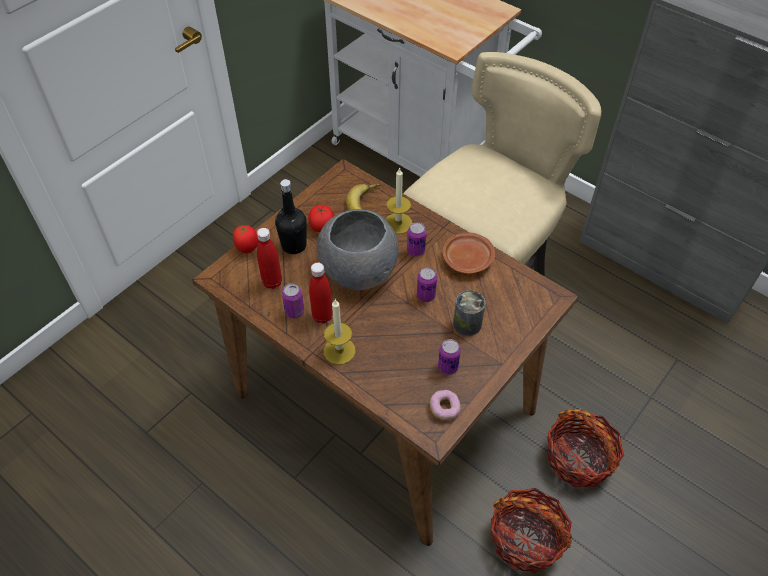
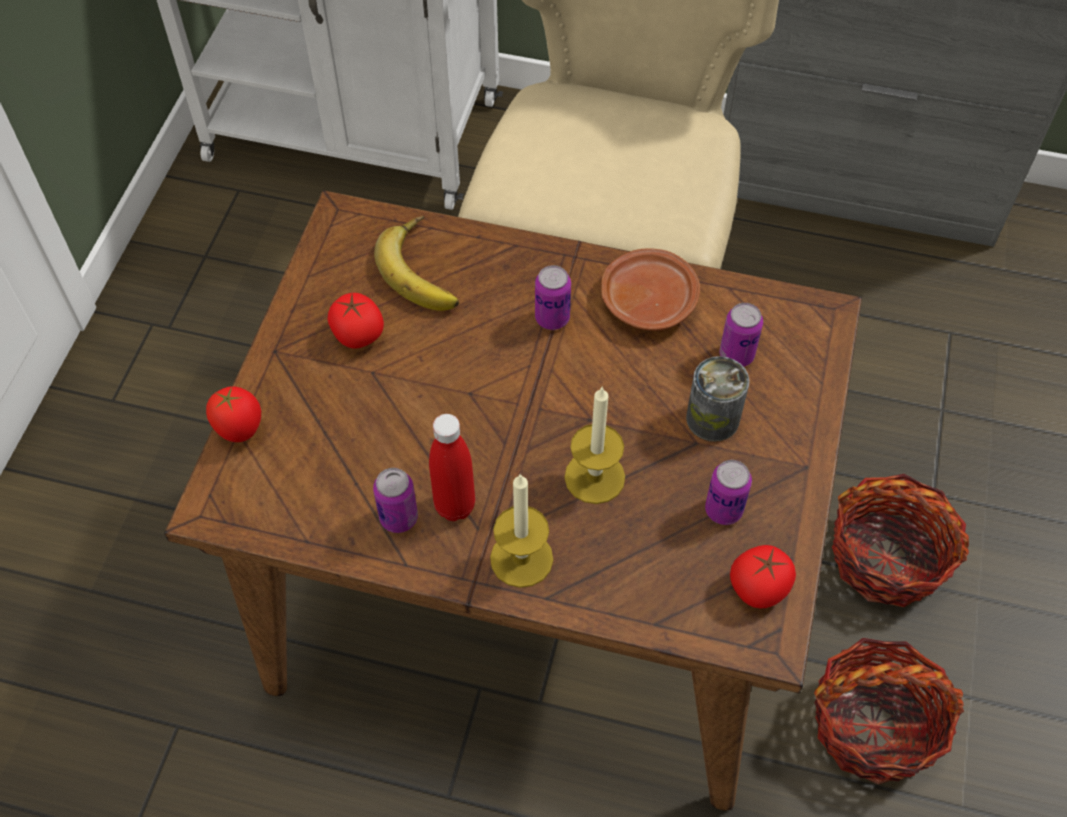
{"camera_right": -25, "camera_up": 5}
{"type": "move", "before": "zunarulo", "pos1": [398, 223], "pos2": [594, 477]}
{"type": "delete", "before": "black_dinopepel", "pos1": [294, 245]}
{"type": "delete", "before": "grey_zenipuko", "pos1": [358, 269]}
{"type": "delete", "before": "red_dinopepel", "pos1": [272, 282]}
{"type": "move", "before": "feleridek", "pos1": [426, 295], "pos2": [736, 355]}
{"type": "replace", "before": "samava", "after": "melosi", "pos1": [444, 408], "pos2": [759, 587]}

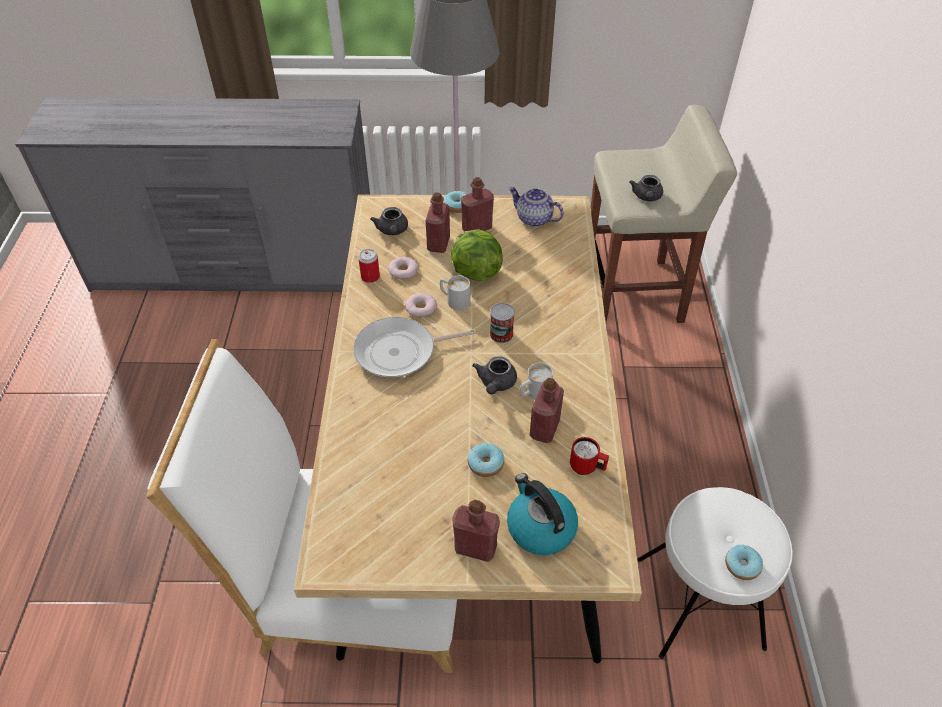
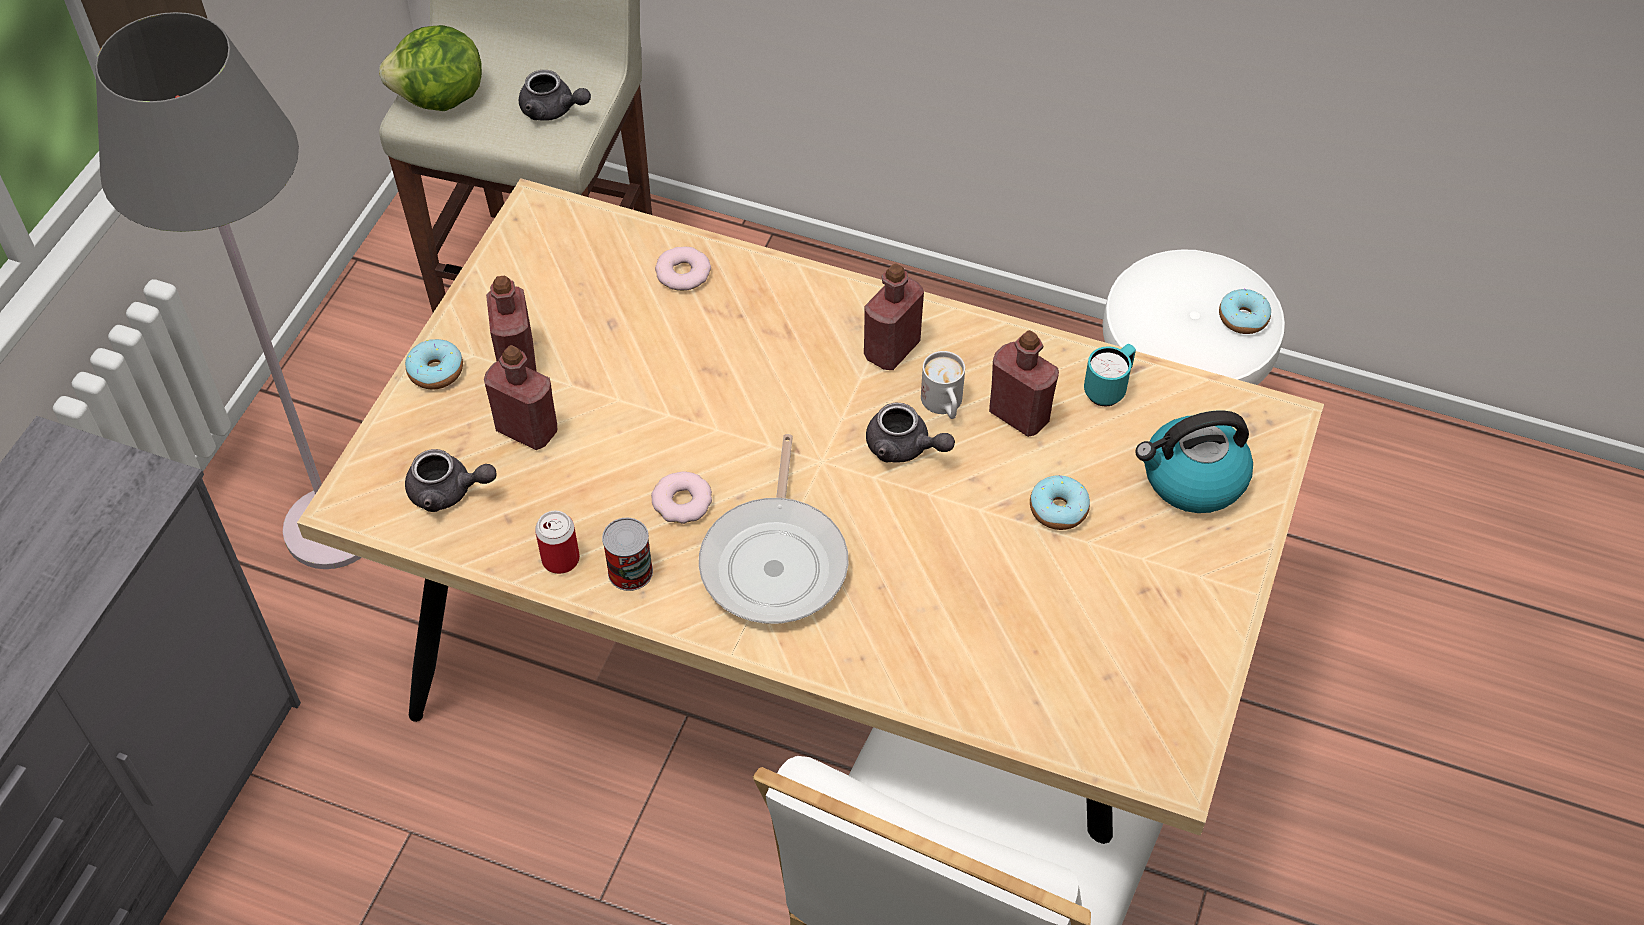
{"camera_right": -70, "camera_up": 5}
{"type": "delete", "before": "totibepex", "pos1": [533, 219]}
{"type": "move", "before": "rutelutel", "pos1": [475, 272], "pos2": [440, 99]}
{"type": "move", "before": "samava", "pos1": [403, 270], "pos2": [682, 273]}
{"type": "delete", "before": "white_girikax", "pos1": [454, 300]}
{"type": "move", "before": "feleridek", "pos1": [501, 334], "pos2": [630, 571]}
{"type": "recolor", "before": "red_girikax", "after": "turquoise_girikax", "pos1": [587, 468], "pos2": [1108, 389]}
{"type": "move", "before": "red_dinopepel", "pos1": [475, 547], "pos2": [892, 349]}

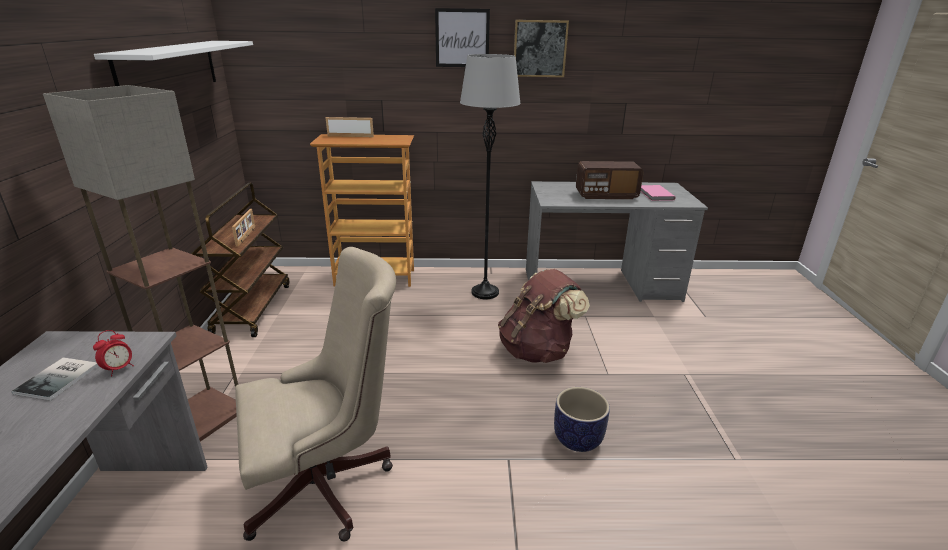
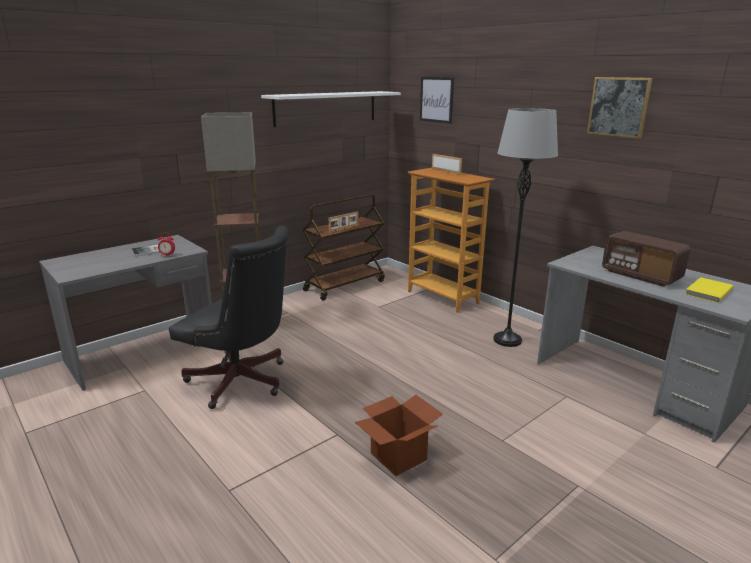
{"camera_right": 50, "camera_up": -5}
{"type": "move", "before": "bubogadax", "pos1": [462, 38], "pos2": [436, 99]}
{"type": "recolor", "before": "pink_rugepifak", "after": "yellow_rugepifak", "pos1": [655, 194], "pos2": [707, 291]}
{"type": "recolor", "before": "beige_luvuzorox", "after": "black_luvuzorox", "pos1": [327, 484], "pos2": [242, 383]}
{"type": "delete", "before": "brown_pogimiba", "pos1": [537, 351]}
{"type": "replace", "before": "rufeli", "after": "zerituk", "pos1": [578, 438], "pos2": [398, 456]}

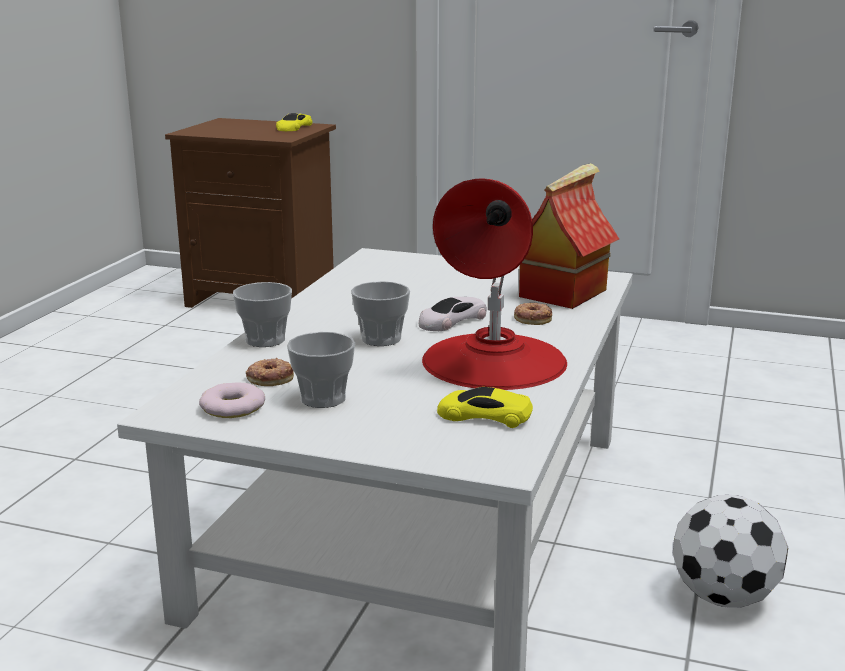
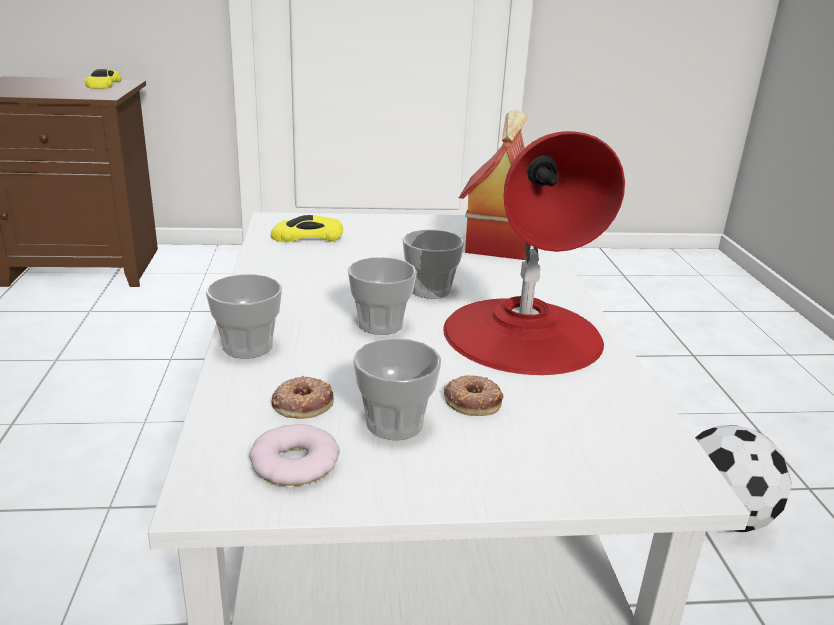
{"camera_right": -25, "camera_up": 5}
{"type": "replace", "before": "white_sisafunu", "after": "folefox", "pos1": [451, 321], "pos2": [430, 290]}
{"type": "move", "before": "samava", "pos1": [533, 318], "pos2": [473, 401]}
{"type": "move", "before": "yellow_sisafunu", "pos1": [484, 416], "pos2": [307, 237]}

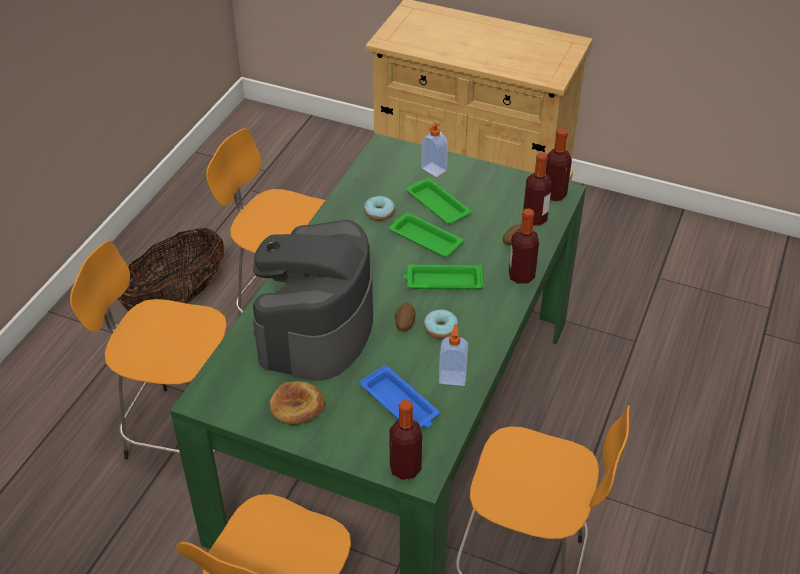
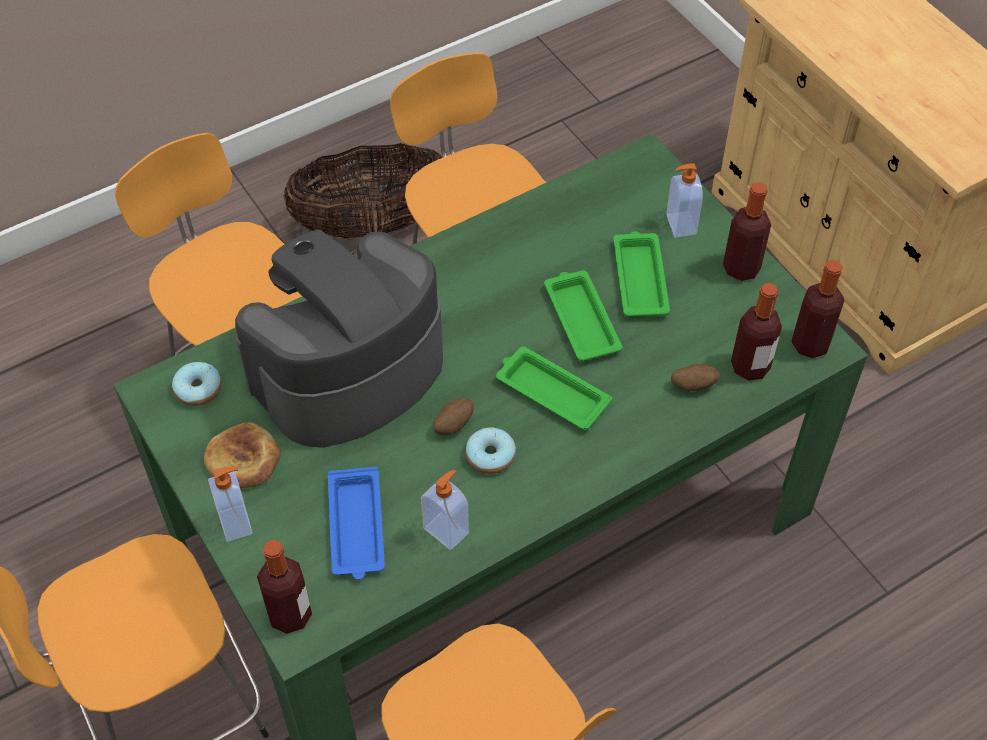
{"camera_right": 35, "camera_up": 10}
{"type": "move", "before": "samava", "pos1": [379, 213], "pos2": [198, 389]}
{"type": "move", "before": "dinopepel", "pos1": [521, 276], "pos2": [741, 268]}
{"type": "insert", "after": "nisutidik", "pos2": [237, 522]}

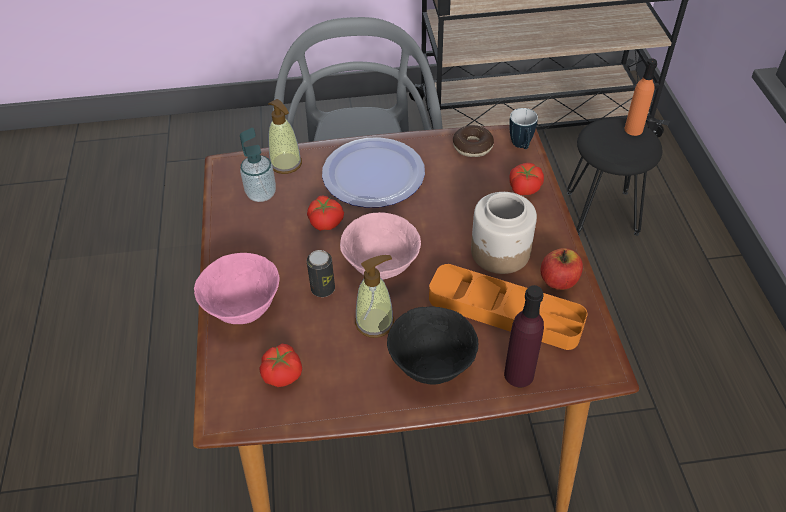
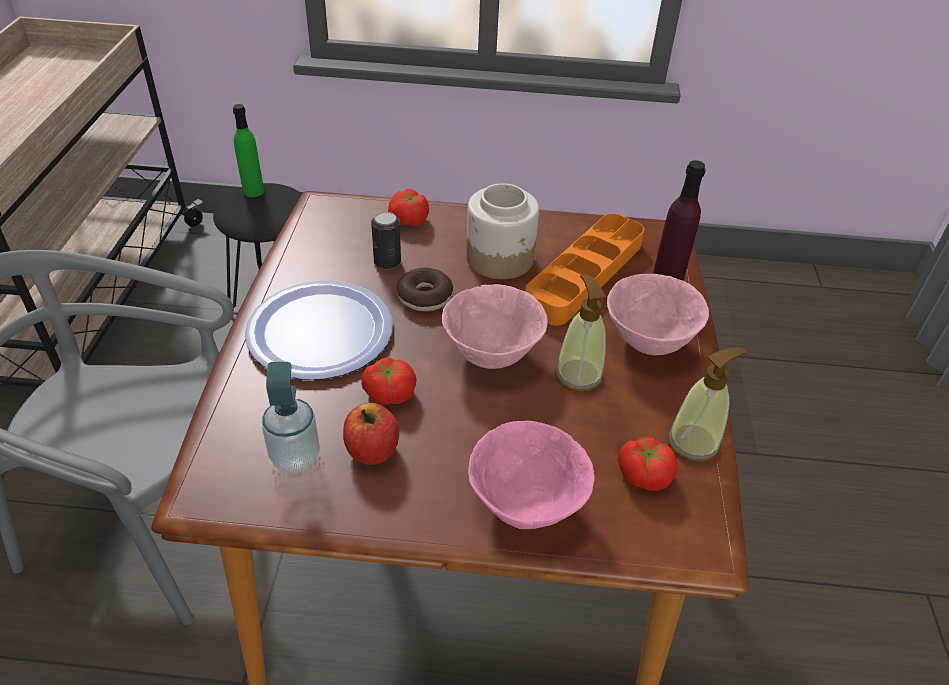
{"camera_right": -80, "camera_up": -5}
{"type": "recolor", "before": "orange_dinopepel", "after": "green_dinopepel", "pos1": [633, 129], "pos2": [253, 191]}
{"type": "move", "before": "nisutidik", "pos1": [286, 164], "pos2": [693, 443]}
{"type": "delete", "before": "girikax", "pos1": [521, 146]}
{"type": "move", "before": "samava", "pos1": [472, 146], "pos2": [424, 297]}
{"type": "move", "before": "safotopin", "pos1": [559, 280], "pos2": [372, 450]}
{"type": "move", "before": "feleridek", "pos1": [323, 289], "pos2": [387, 262]}
{"type": "recolor", "before": "black_zenipuko", "after": "pink_zenipuko", "pos1": [431, 365], "pos2": [647, 342]}

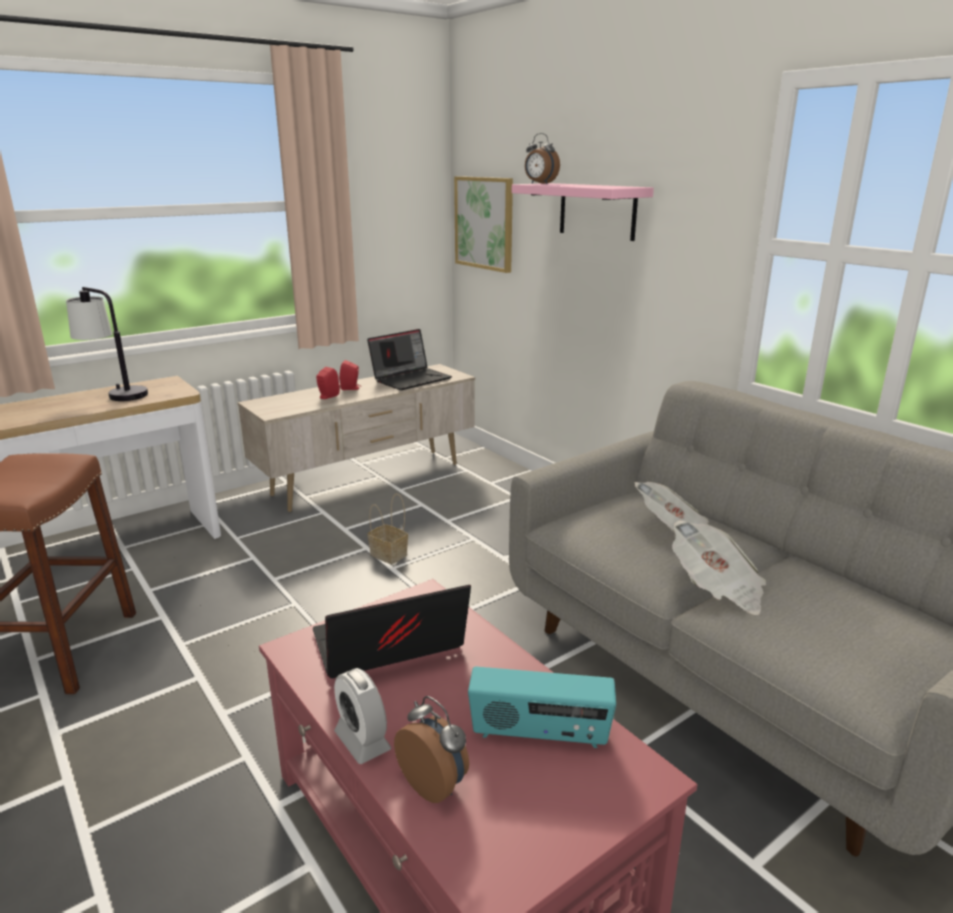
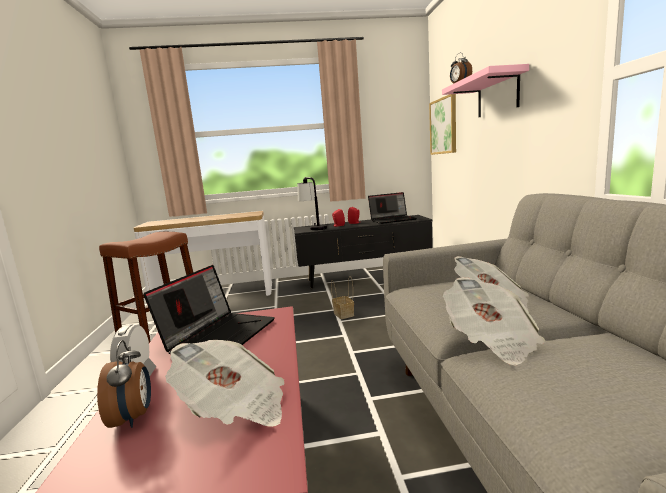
{"camera_right": 30, "camera_up": -10}
{"type": "move", "before": "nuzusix", "pos1": [115, 394], "pos2": [313, 228]}
{"type": "recolor", "before": "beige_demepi", "after": "black_demepi", "pos1": [368, 480], "pos2": [364, 278]}
{"type": "rotate", "before": "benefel", "pos1": [387, 648], "pos2": [219, 335], "turn": 105}
{"type": "replace", "before": "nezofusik", "after": "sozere", "pos1": [539, 734], "pos2": [235, 407]}

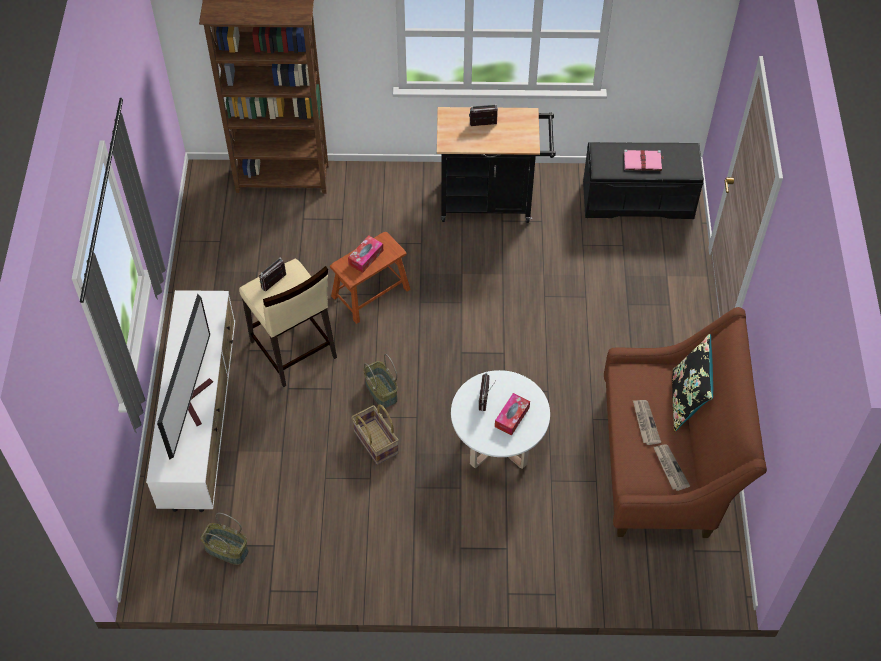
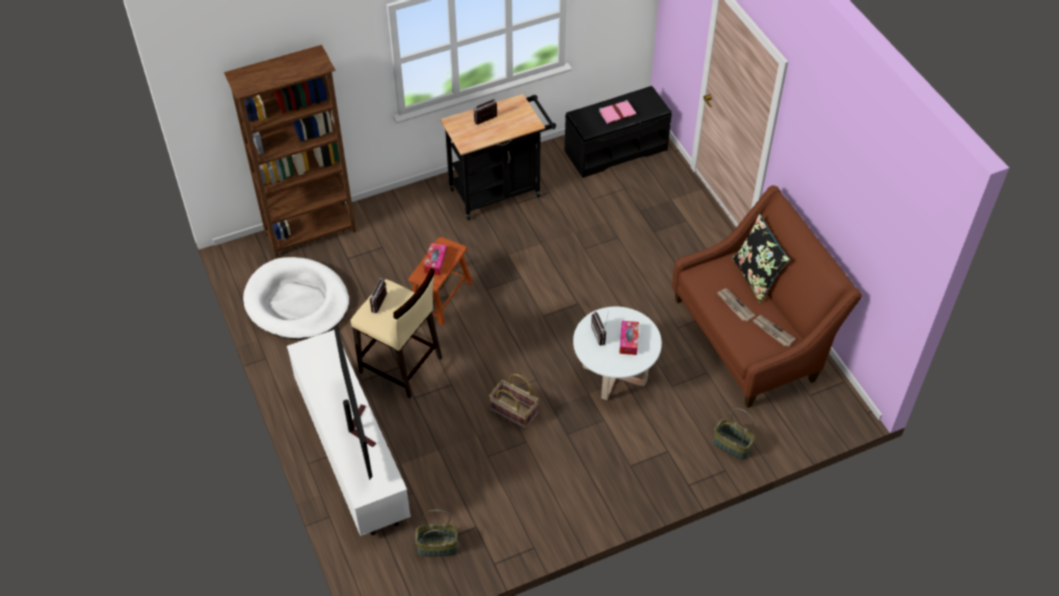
{"camera_right": -25, "camera_up": -5}
{"type": "move", "before": "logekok", "pos1": [380, 391], "pos2": [731, 446]}
{"type": "insert", "after": "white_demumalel", "pos2": [297, 302]}

